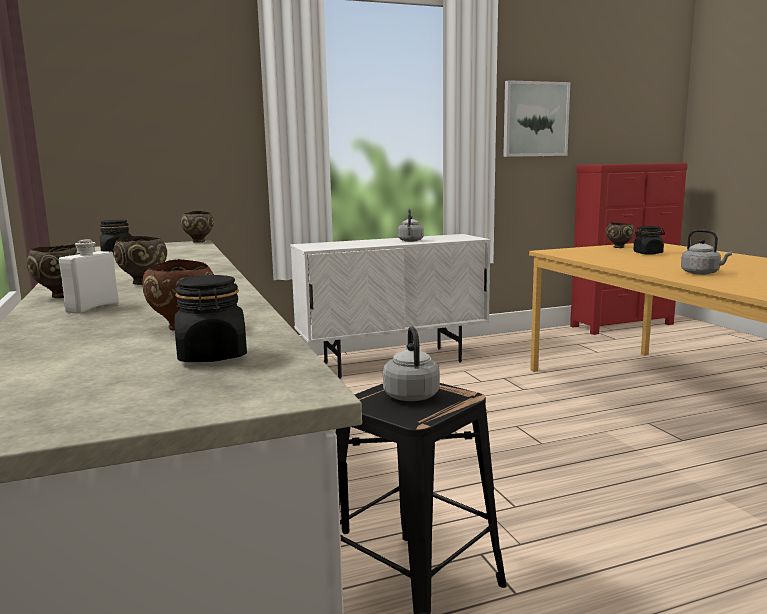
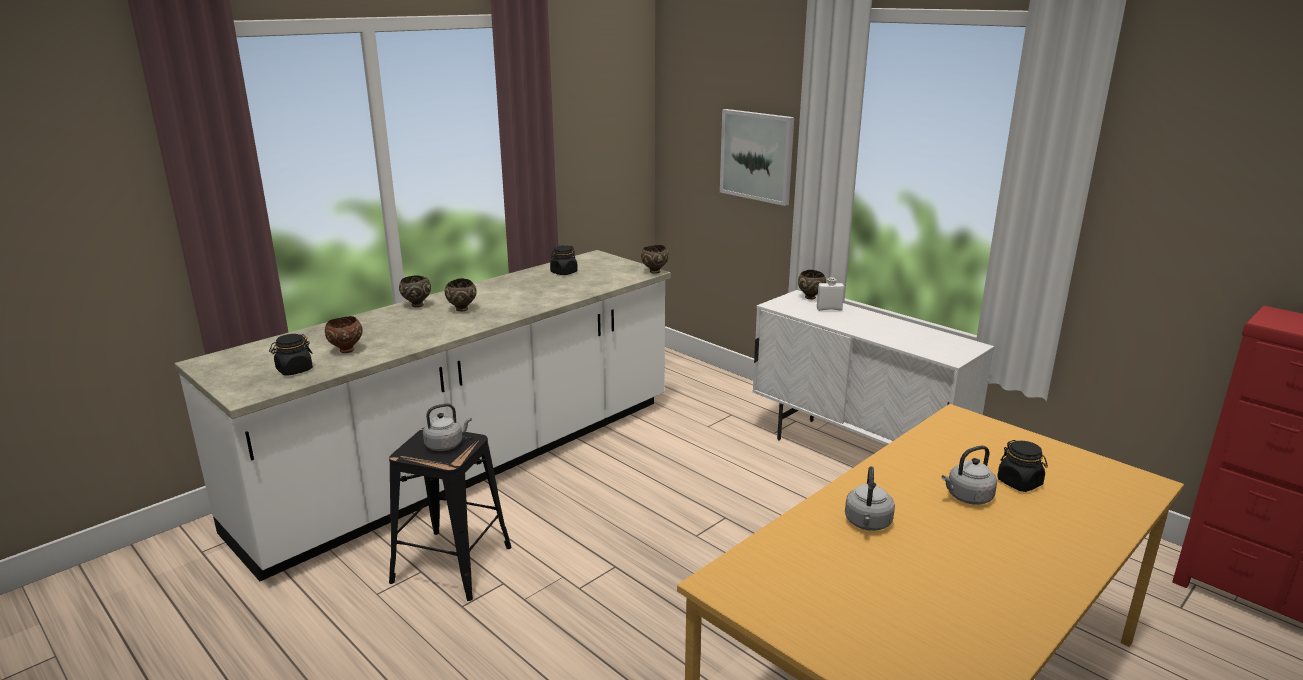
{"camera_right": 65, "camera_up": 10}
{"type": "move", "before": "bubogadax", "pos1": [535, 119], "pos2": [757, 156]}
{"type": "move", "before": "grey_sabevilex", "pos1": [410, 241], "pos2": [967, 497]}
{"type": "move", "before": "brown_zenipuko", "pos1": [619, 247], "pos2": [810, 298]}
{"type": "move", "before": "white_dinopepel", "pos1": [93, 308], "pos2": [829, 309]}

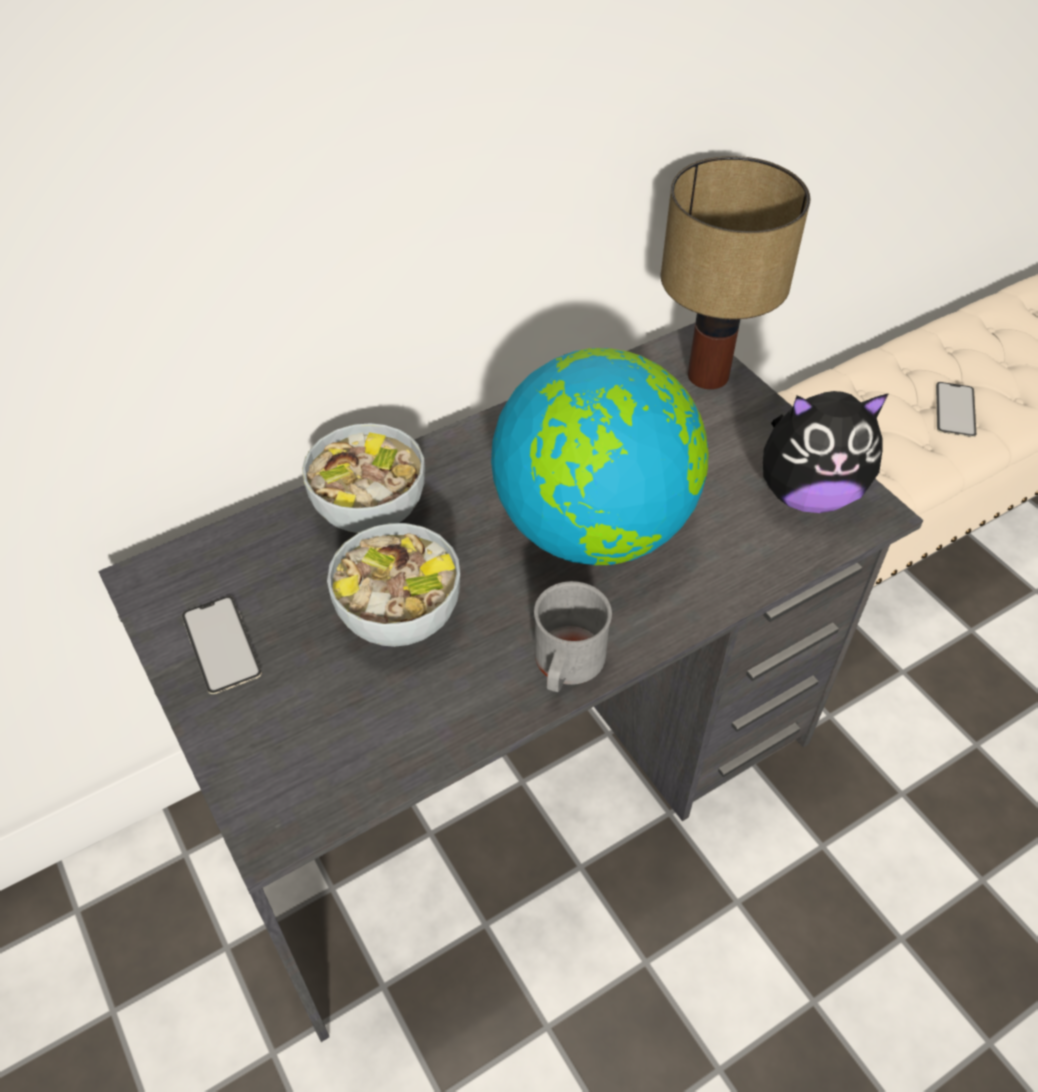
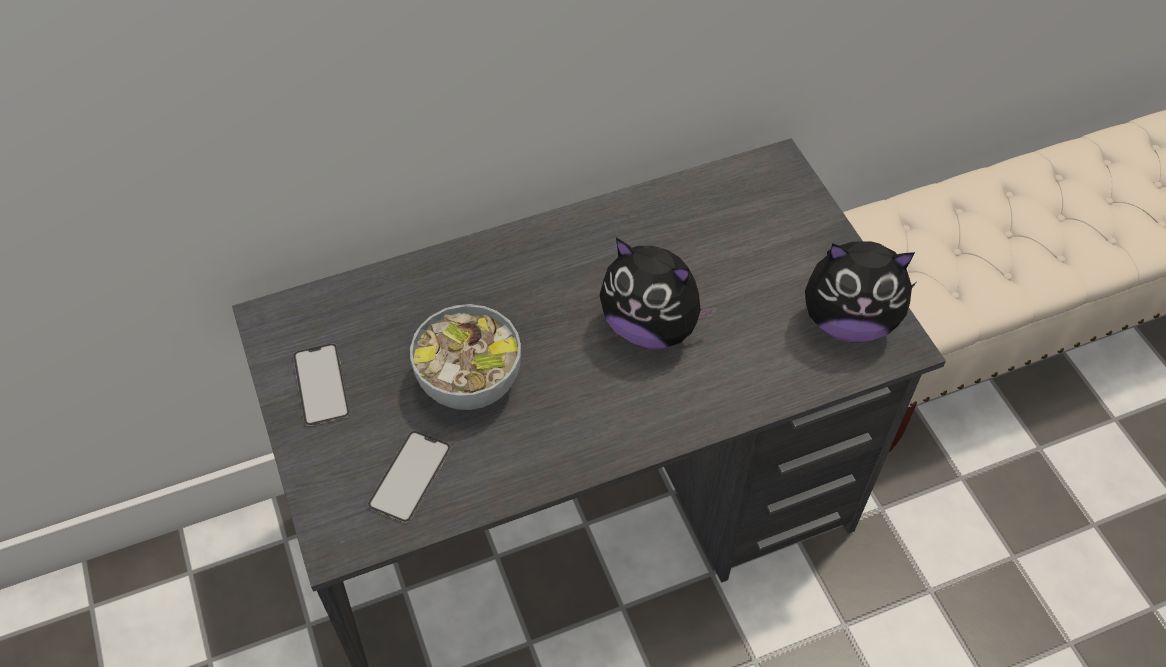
{"camera_right": 10, "camera_up": 5}
{"type": "delete", "before": "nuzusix", "pos1": [706, 374]}
{"type": "replace", "before": "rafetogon", "after": "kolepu", "pos1": [594, 528], "pos2": [651, 327]}
{"type": "move", "before": "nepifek", "pos1": [955, 410], "pos2": [410, 476]}
{"type": "delete", "before": "zenipuko", "pos1": [369, 510]}
{"type": "delete", "before": "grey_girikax", "pos1": [566, 666]}

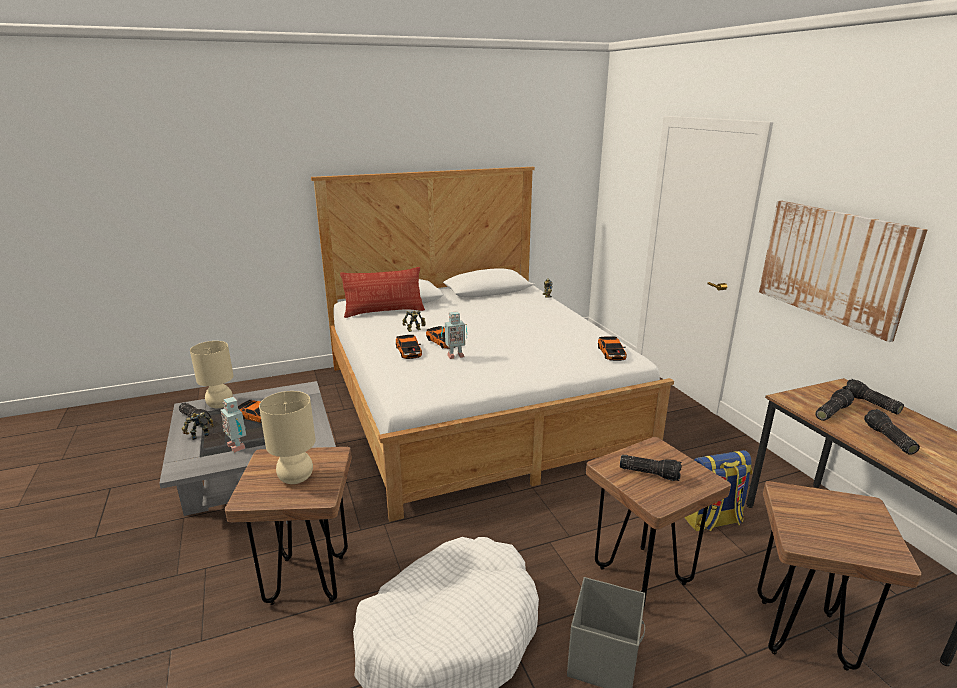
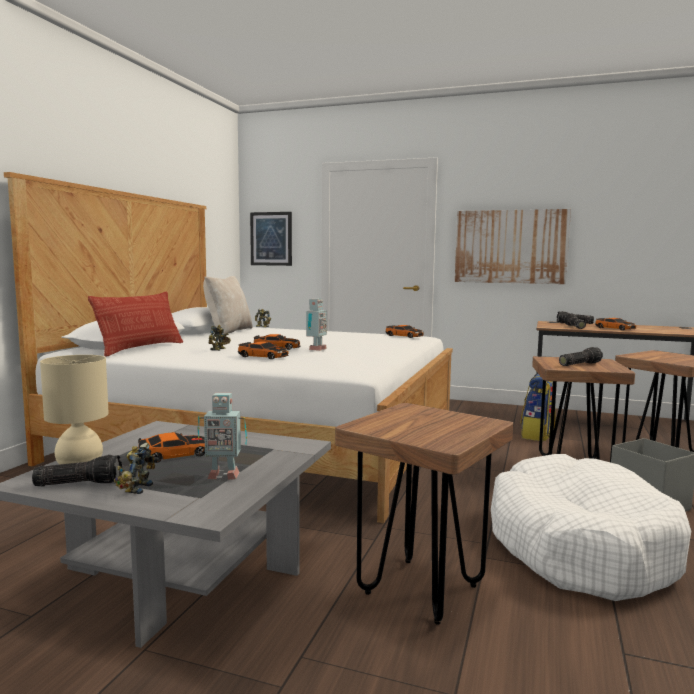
{"camera_right": -50, "camera_up": -15}
{"type": "delete", "before": "beige_nuzusix", "pos1": [295, 478]}
{"type": "replace", "before": "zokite", "after": "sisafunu", "pos1": [887, 439], "pos2": [615, 328]}
{"type": "insert", "after": "bubogadax", "pos2": [271, 239]}
{"type": "insert", "after": "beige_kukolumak", "pos2": [228, 331]}

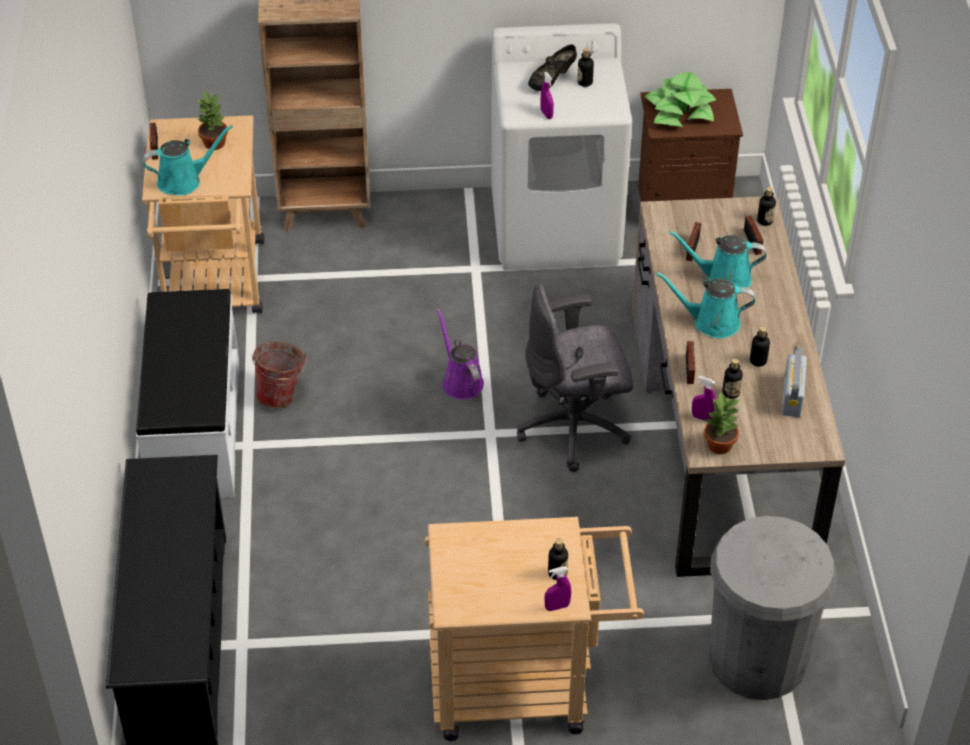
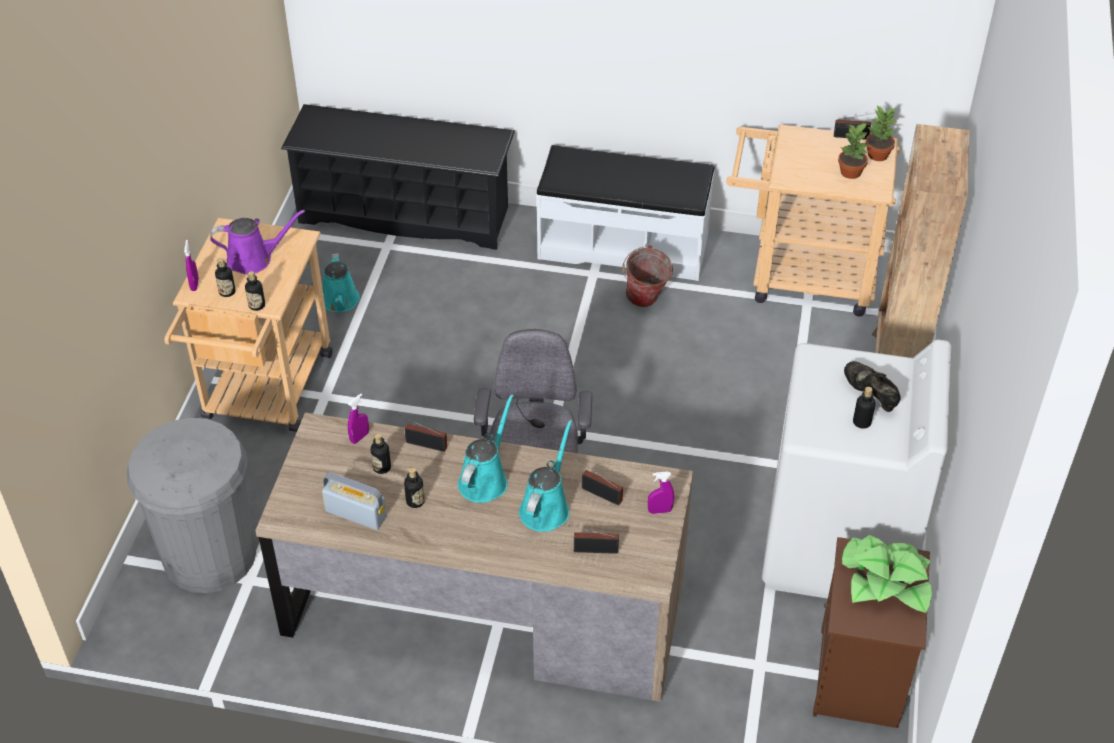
{"camera_right": 105, "camera_up": 0}
{"type": "move", "before": "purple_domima", "pos1": [546, 114], "pos2": [660, 511]}
{"type": "move", "before": "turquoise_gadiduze", "pos1": [183, 181], "pos2": [340, 302]}
{"type": "move", "before": "dinopepel", "pos1": [765, 221], "pos2": [257, 305]}
{"type": "move", "before": "purple_gadiduze", "pos1": [461, 381], "pos2": [254, 259]}
{"type": "move", "before": "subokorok", "pos1": [719, 445], "pos2": [877, 154]}

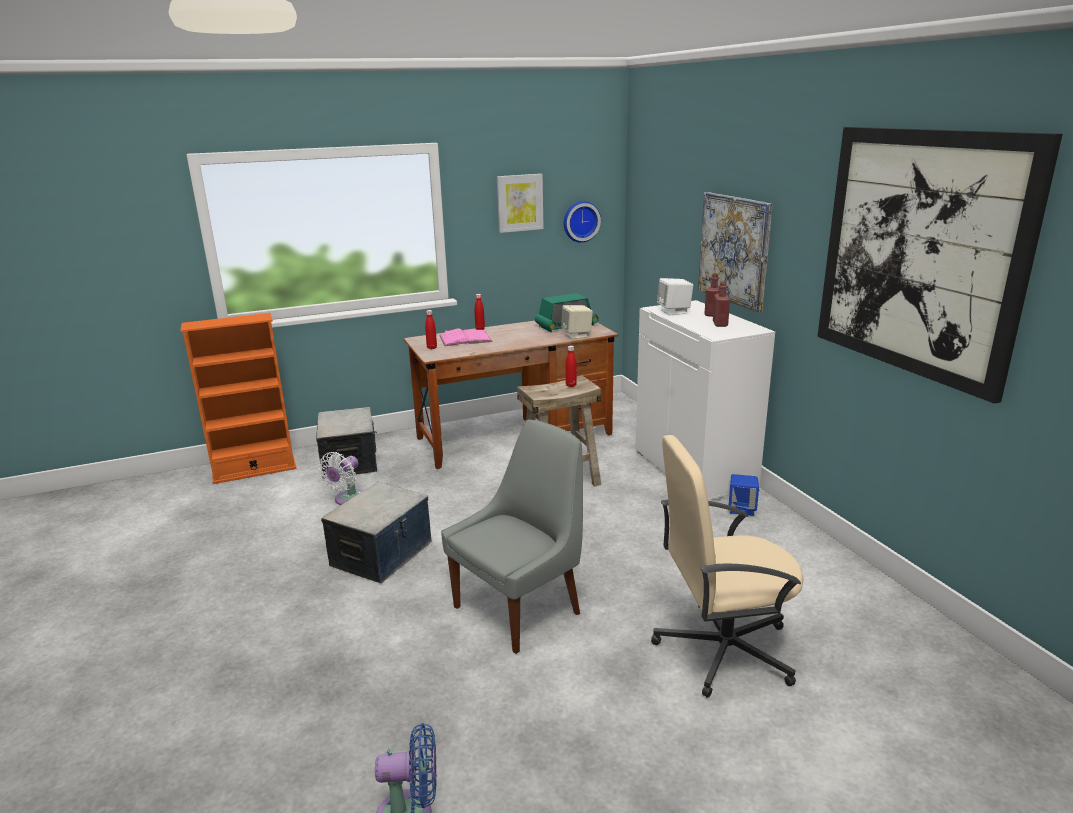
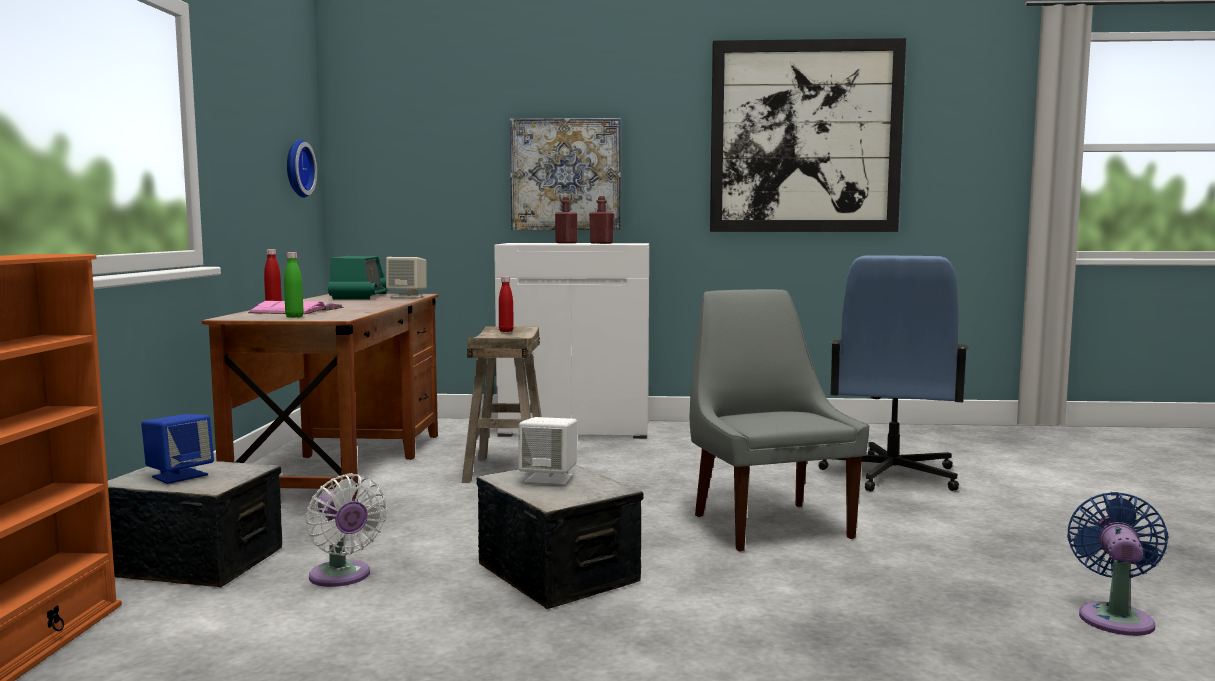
{"camera_right": -65, "camera_up": -15}
{"type": "delete", "before": "bubogadax", "pos1": [519, 203]}
{"type": "move", "before": "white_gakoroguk", "pos1": [674, 311], "pos2": [549, 479]}
{"type": "recolor", "before": "red_dinopepel", "after": "green_dinopepel", "pos1": [432, 347], "pos2": [294, 317]}
{"type": "recolor", "before": "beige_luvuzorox", "after": "blue_luvuzorox", "pos1": [722, 649], "pos2": [890, 475]}
{"type": "move", "before": "blue_gakoroguk", "pos1": [742, 509], "pos2": [179, 476]}

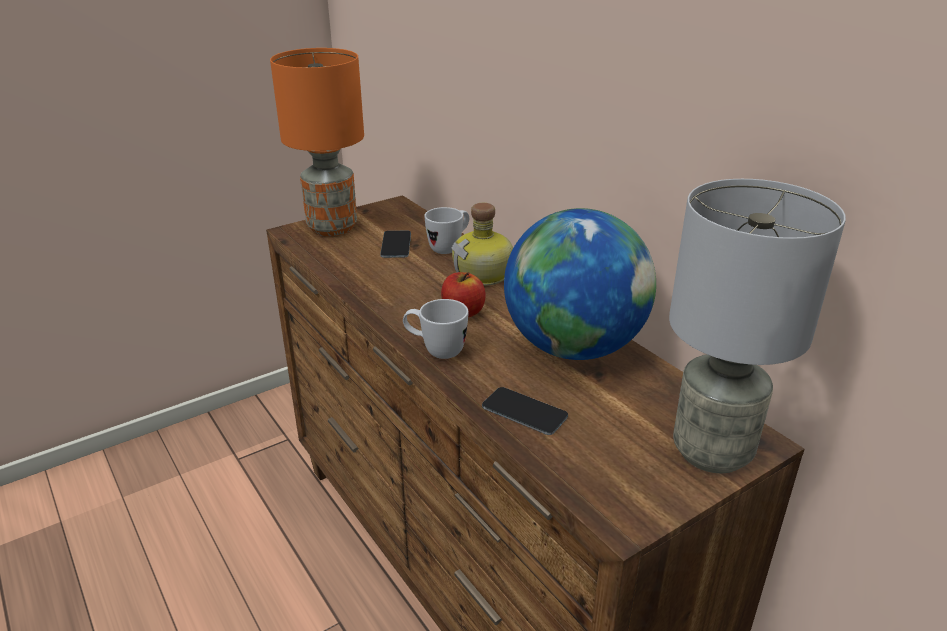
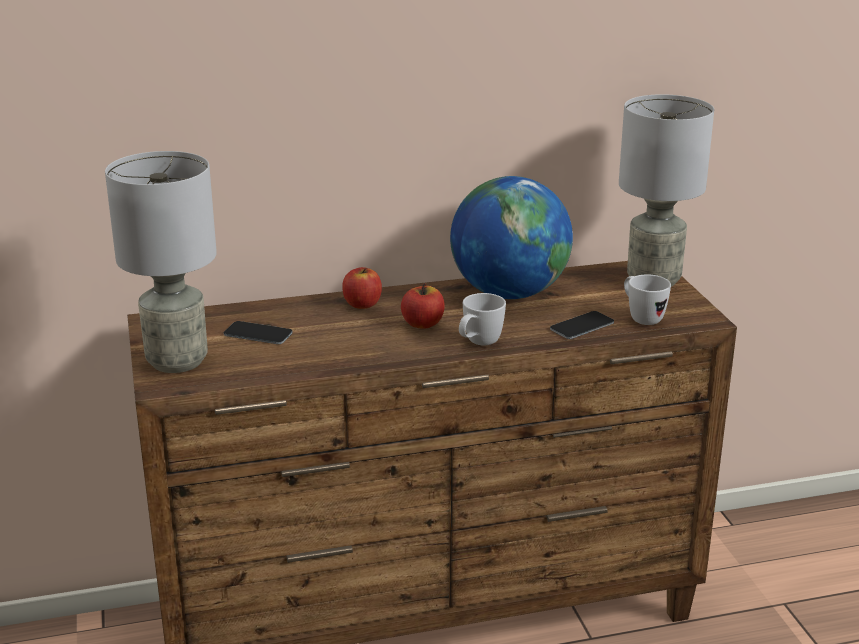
{"camera_right": -70, "camera_up": -5}
{"type": "recolor", "before": "orange_nuzusix", "after": "grey_nuzusix", "pos1": [331, 228], "pos2": [177, 362]}
{"type": "replace", "before": "dinopepel", "after": "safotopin", "pos1": [484, 275], "pos2": [362, 304]}
{"type": "move", "before": "white_girikax", "pos1": [449, 247], "pos2": [641, 317]}

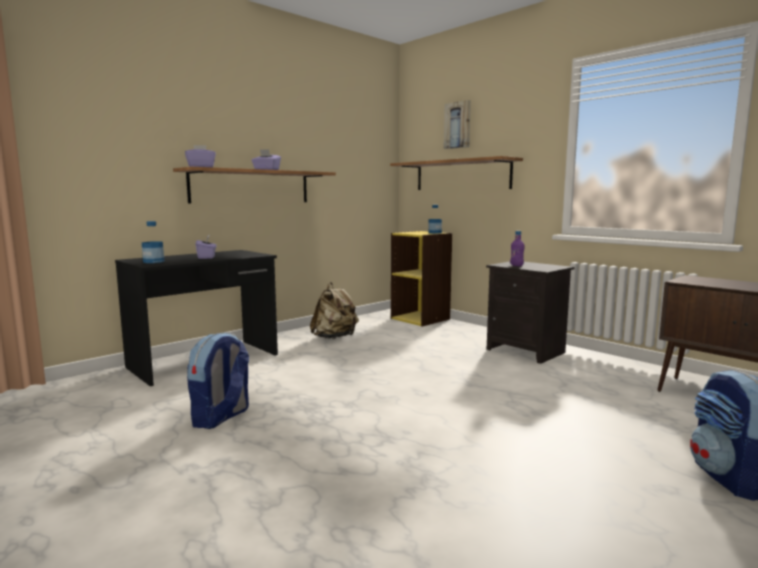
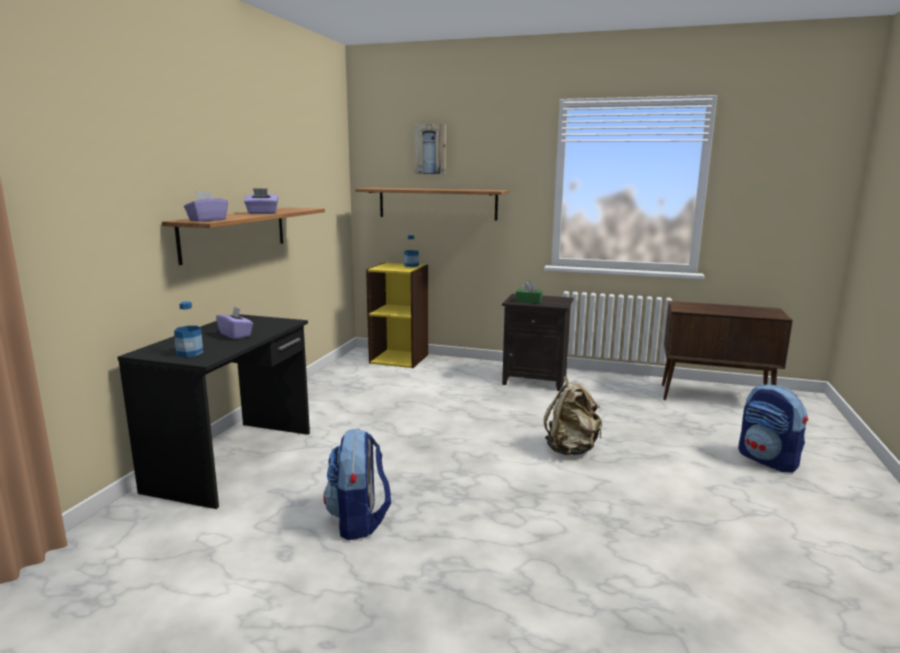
{"camera_right": -30, "camera_up": 5}
{"type": "replace", "before": "purple_dinopepel", "after": "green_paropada", "pos1": [516, 265], "pos2": [528, 301]}
{"type": "move", "before": "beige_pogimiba", "pos1": [335, 337], "pos2": [571, 449]}

